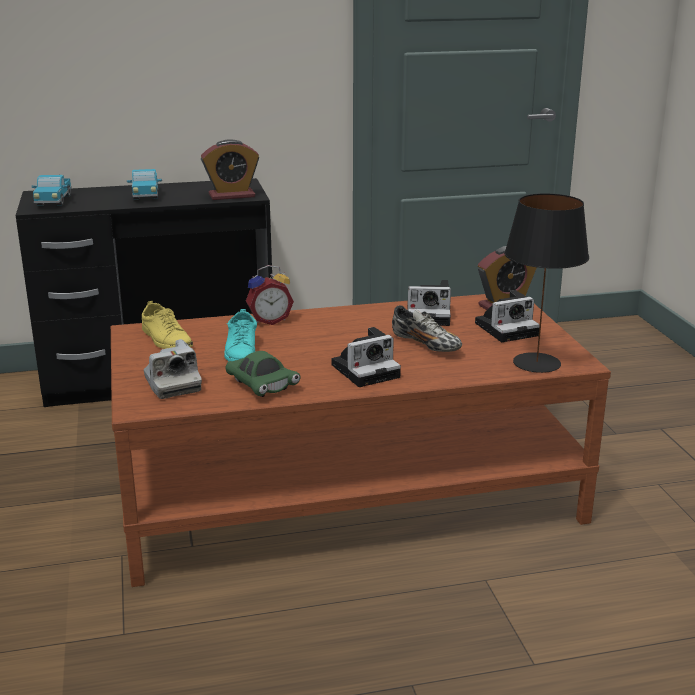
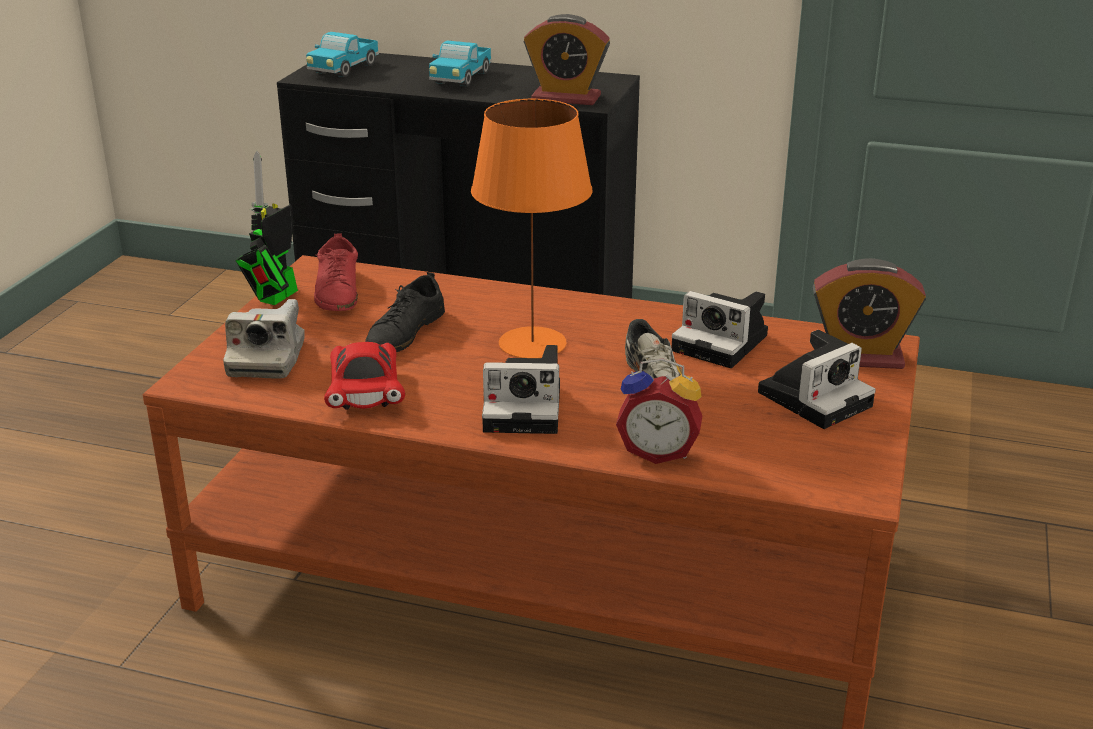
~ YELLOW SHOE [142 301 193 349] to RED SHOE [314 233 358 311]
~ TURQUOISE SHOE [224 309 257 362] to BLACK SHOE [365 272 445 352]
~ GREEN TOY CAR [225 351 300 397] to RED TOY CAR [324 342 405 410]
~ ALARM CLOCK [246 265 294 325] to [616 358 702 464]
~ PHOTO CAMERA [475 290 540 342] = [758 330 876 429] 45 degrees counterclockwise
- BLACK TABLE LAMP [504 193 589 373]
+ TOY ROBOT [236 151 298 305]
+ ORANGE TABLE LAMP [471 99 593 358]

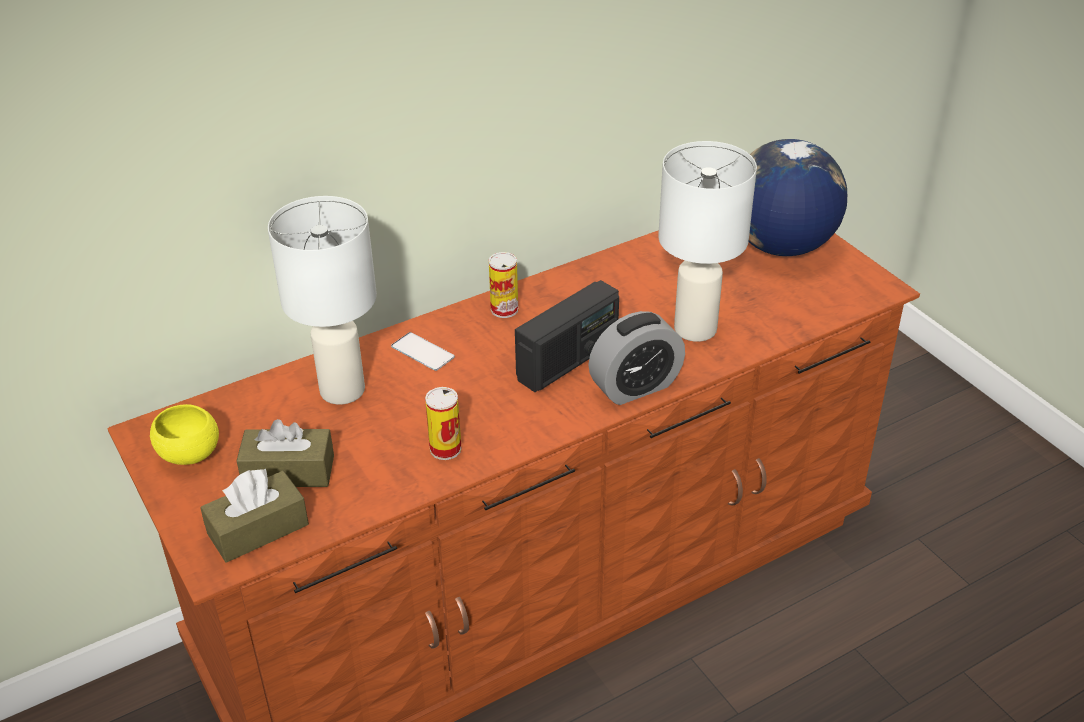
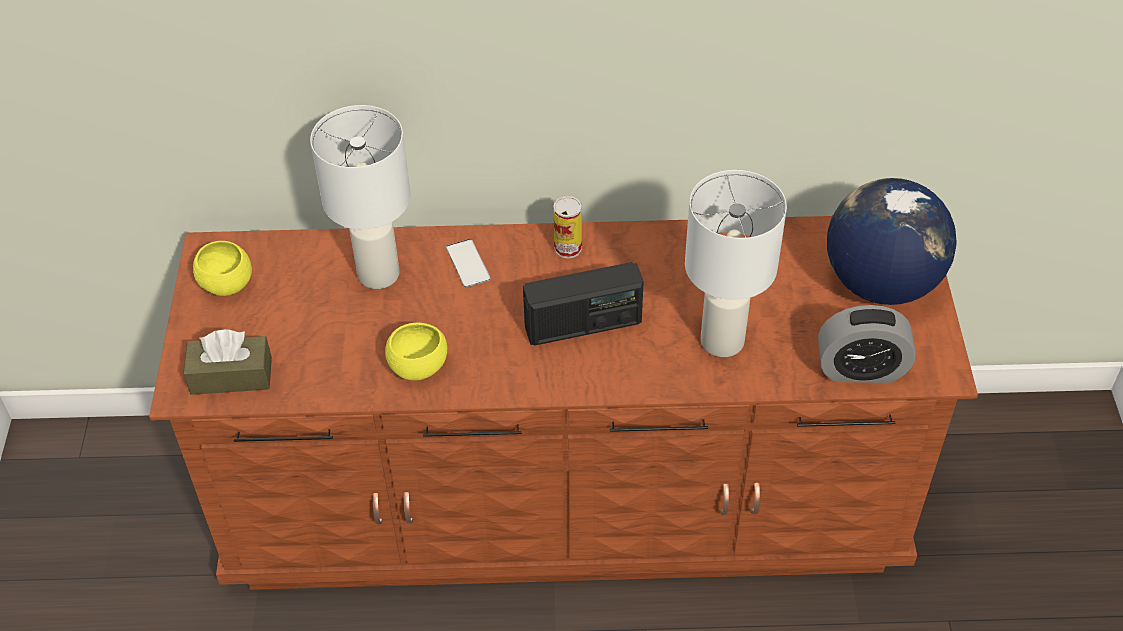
- BROWN TISSUE BOX [236 419 334 487]
~ CAN [425 387 462 460] to YELLOW BOWL [385 323 447 381]
~ ALARM CLOCK [588 311 685 405] to [818 305 916 383]

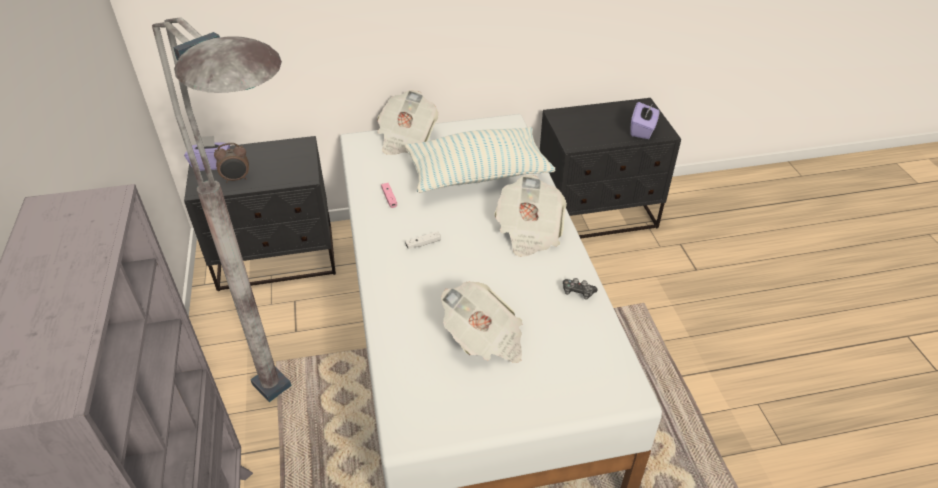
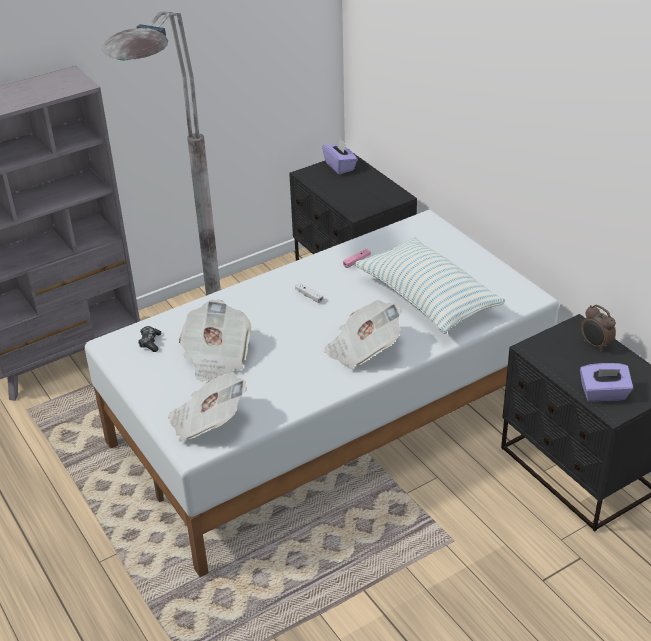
~ ALARM CLOCK [214 143 249 183] to [581 305 616 352]
~ NEWSPAPER [377 90 438 155] to [168 372 247 442]
~ GAME CONTROLLER [563 278 598 300] to [138 326 161 352]

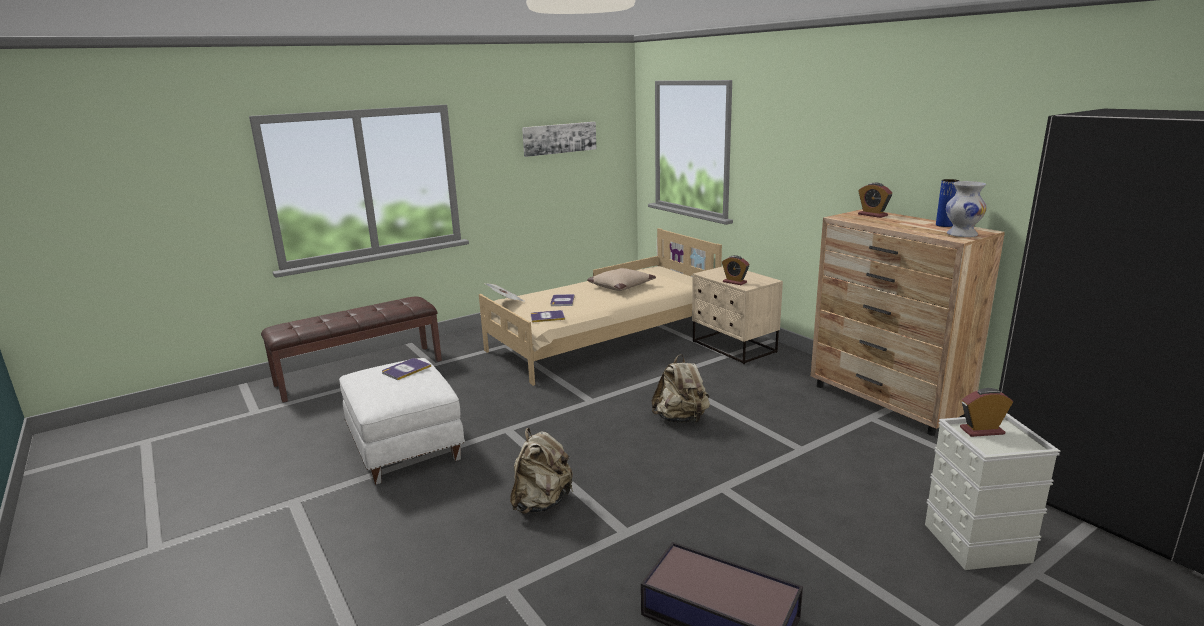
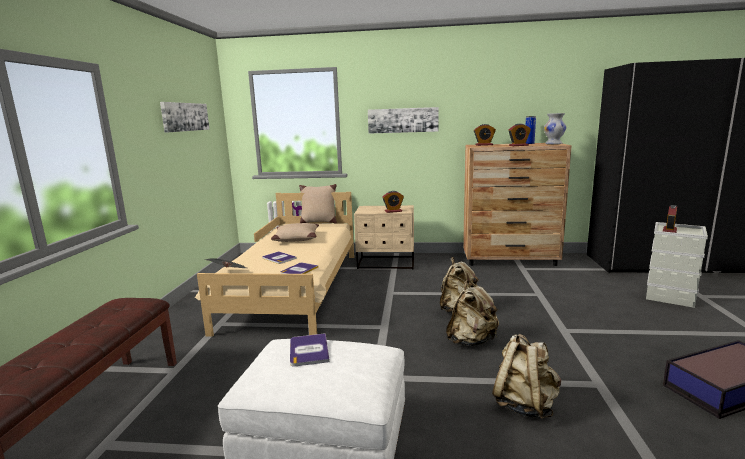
+ BEIGE PILLOW [299 184 337 224]
+ PICTURE [368 107 439 134]
+ BEIGE BACKPACK [446 280 499 346]
+ ALARM CLOCK [509 124 531 146]

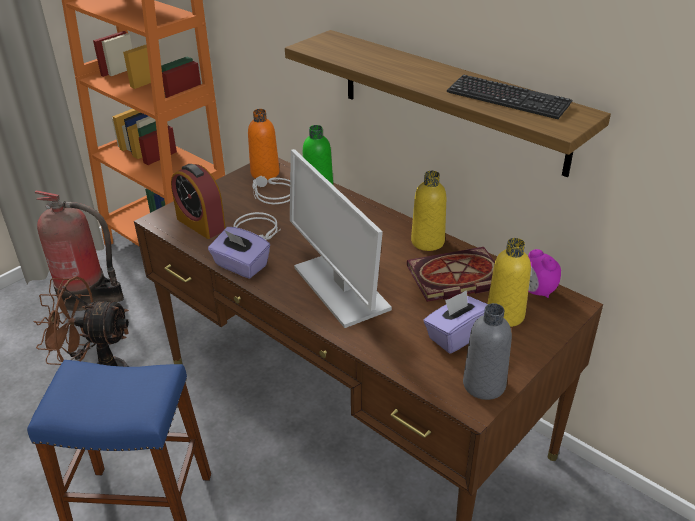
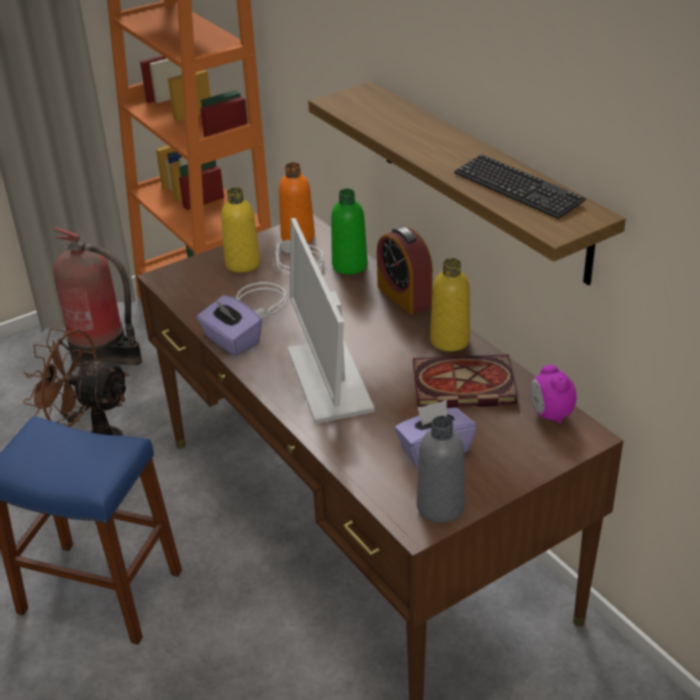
~ ALARM CLOCK [171 164 226 239] to [377 226 433 315]
~ YELLOW BOTTLE [487 238 531 327] to [221 187 260 272]

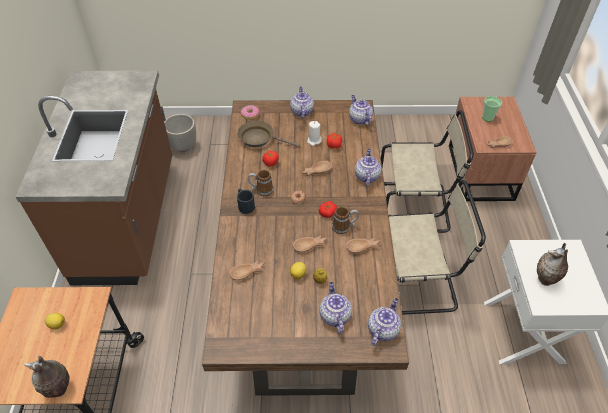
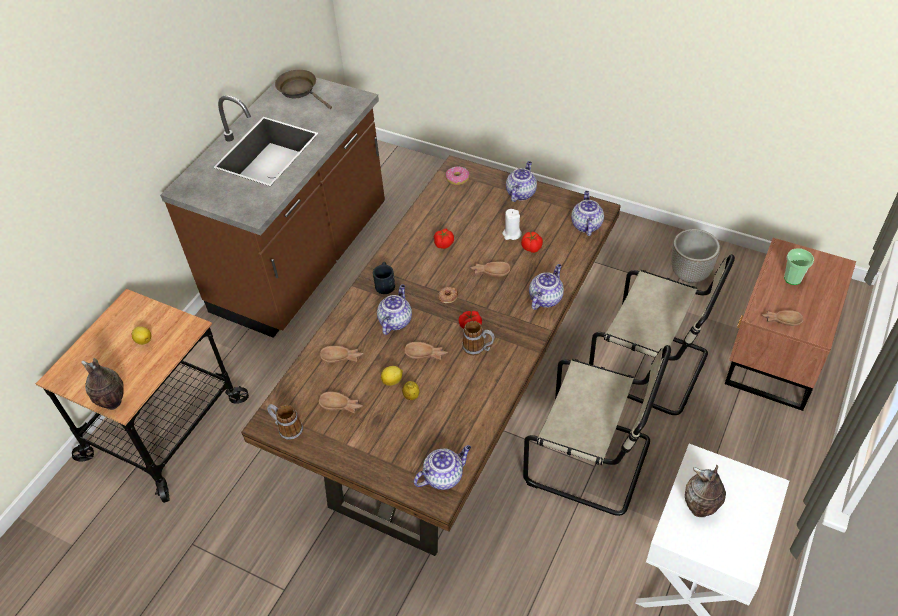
~ PLANTER [164 114 196 152] to [671 229 720 283]
~ BROWN FRYING PAN [237 121 300 147] to [275 70 332 109]
~ MUG [248 170 273 196] to [267 404 303 441]
~ TEAPOT [319 282 352 334] to [377 284 412 335]
~ BROWN BOWL [346 238 380 253] to [319 392 363 413]

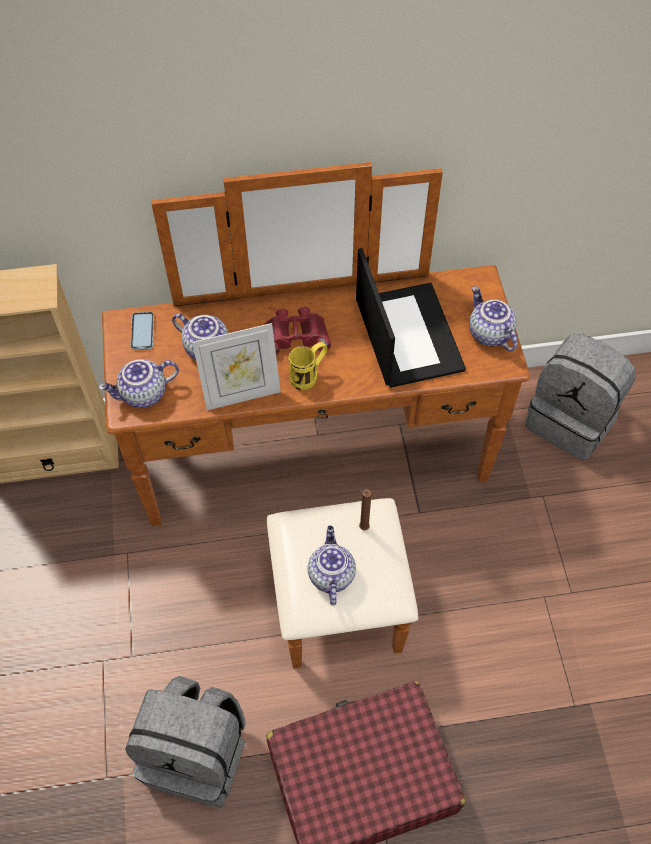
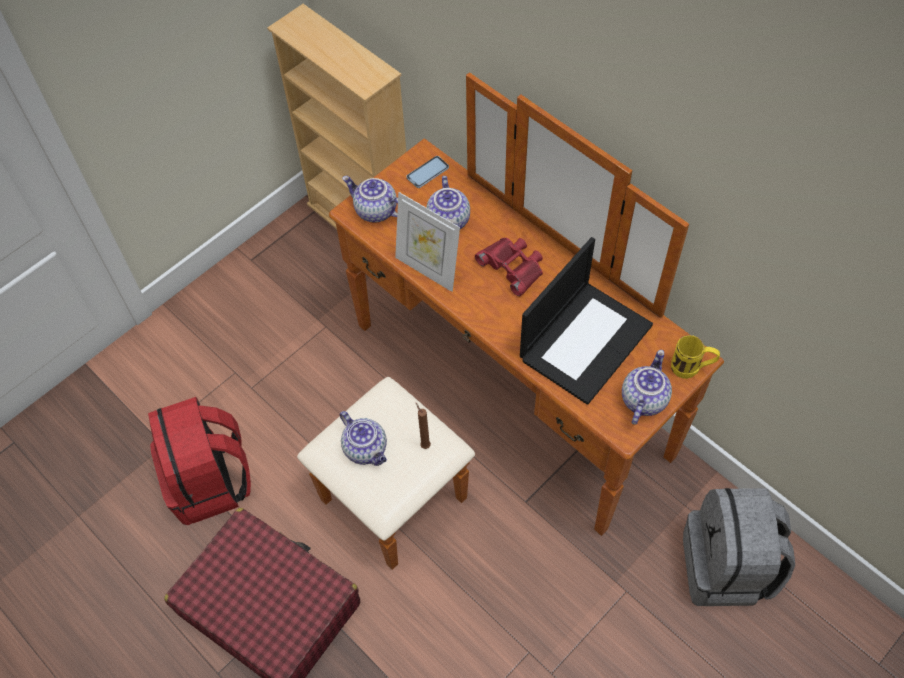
~ GREY BACKPACK [125 676 246 807] to RED BACKPACK [148 397 251 525]
~ YELLOW MUG [288 342 327 390] to [671 335 720 379]
~ TEAPOT [307 525 356 606] = [339 411 387 466] 90 degrees clockwise

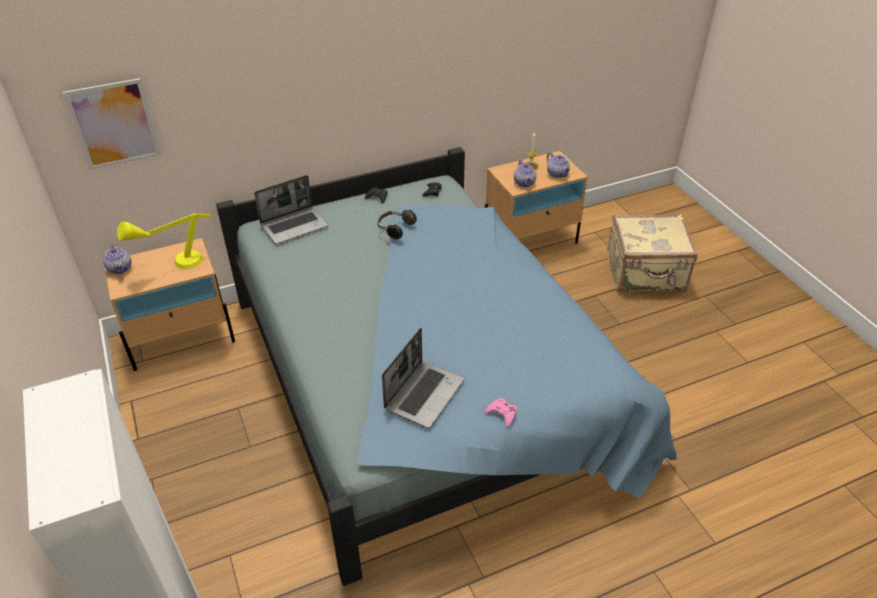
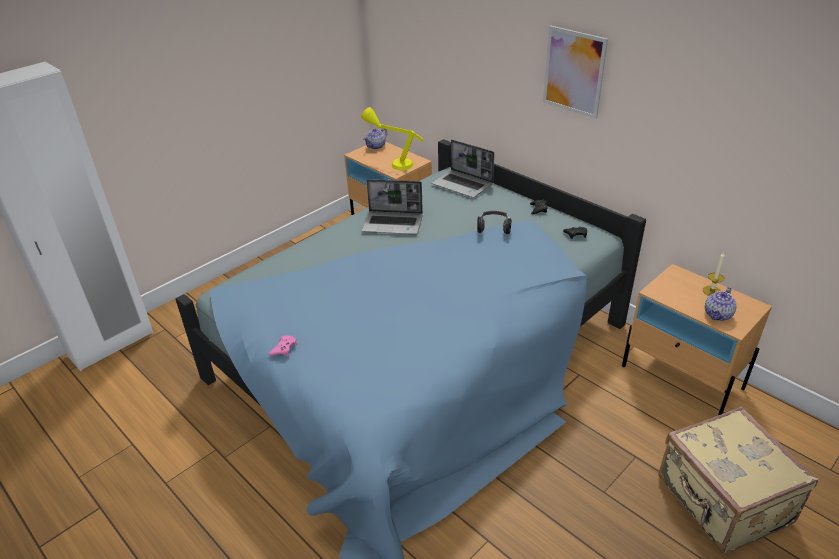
~ PICTURE [63 78 161 170] to [543 25 608 119]
~ LAPTOP [382 328 464 428] to [362 179 423 235]
- TEAPOT [514 160 536 187]

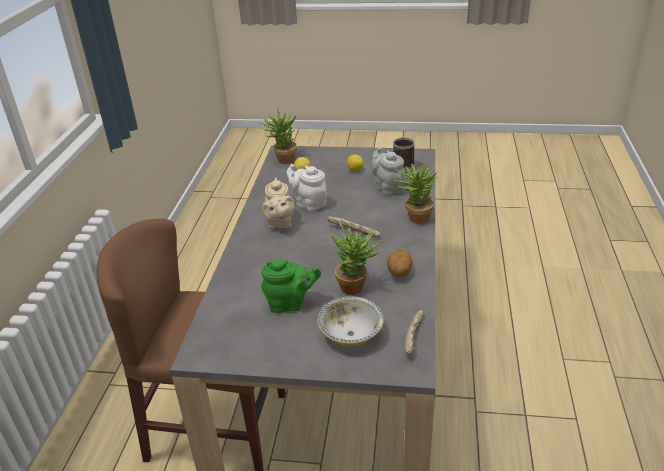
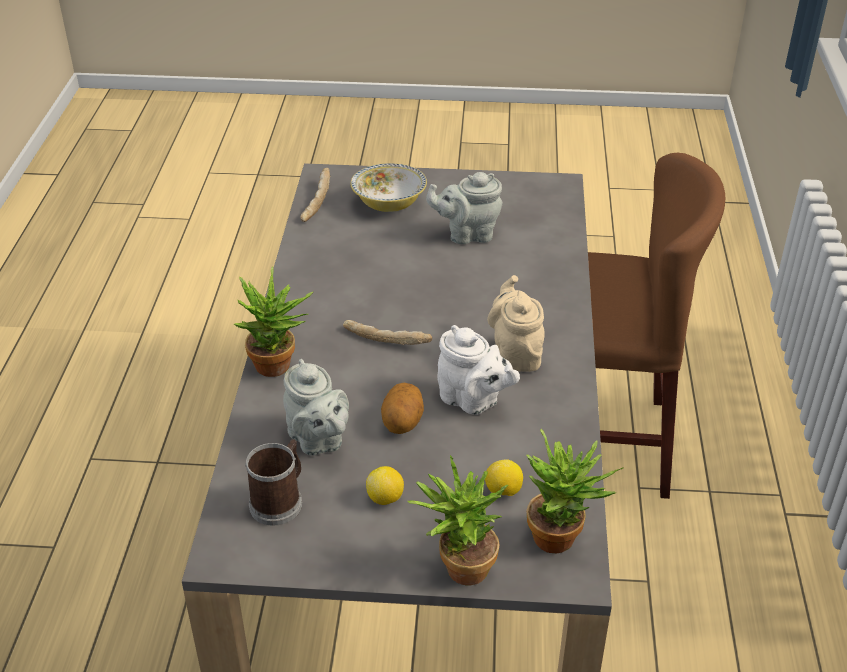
~ GREEN TEAPOT [261 259 321 313] to GREY TEAPOT [426 172 503 245]
~ POTTED PLANT [330 223 385 295] to [407 455 508 585]
~ POTATO [387 249 413 277] to [381 383 424 434]

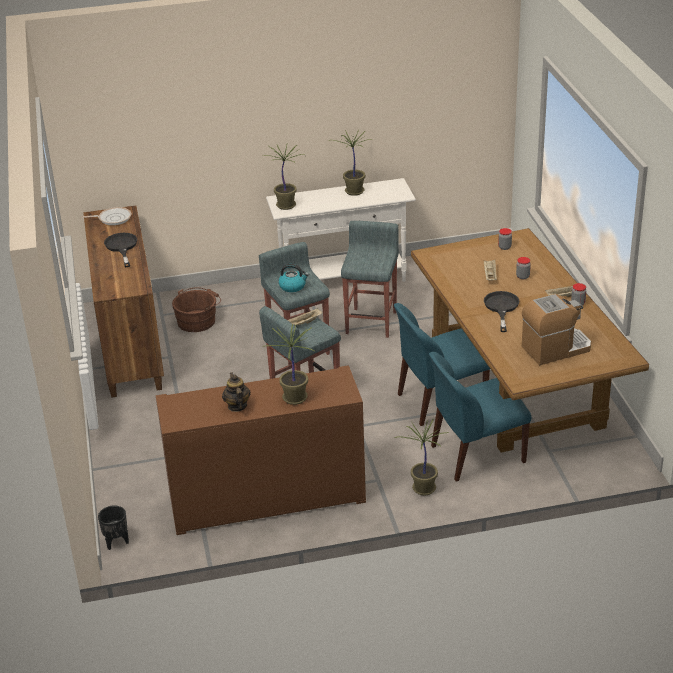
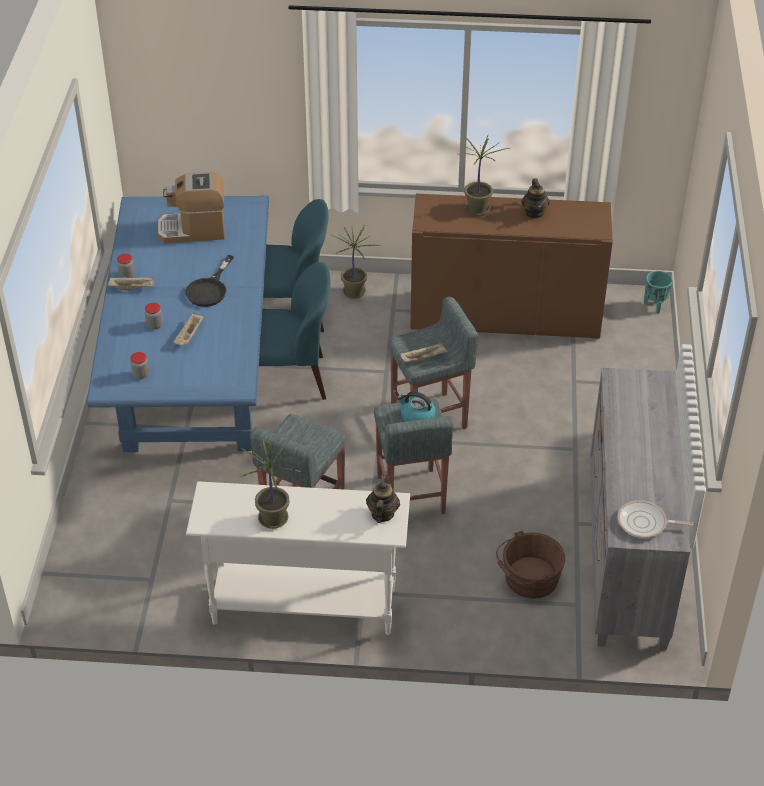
~ BROWN DRESSER [83 206 164 398] to GREY DRESSER [590 368 690 650]
~ BLACK PLANTER [98 505 129 550] to TURQUOISE PLANTER [644 271 673 314]
- BLACK FRYING PAN [104 233 137 267]
~ POTTED PLANT [263 145 304 210] to TEAPOT [366 475 400 523]
~ BROWN DINING TABLE [411 228 649 453] to BLUE DINING TABLE [87 196 269 452]

